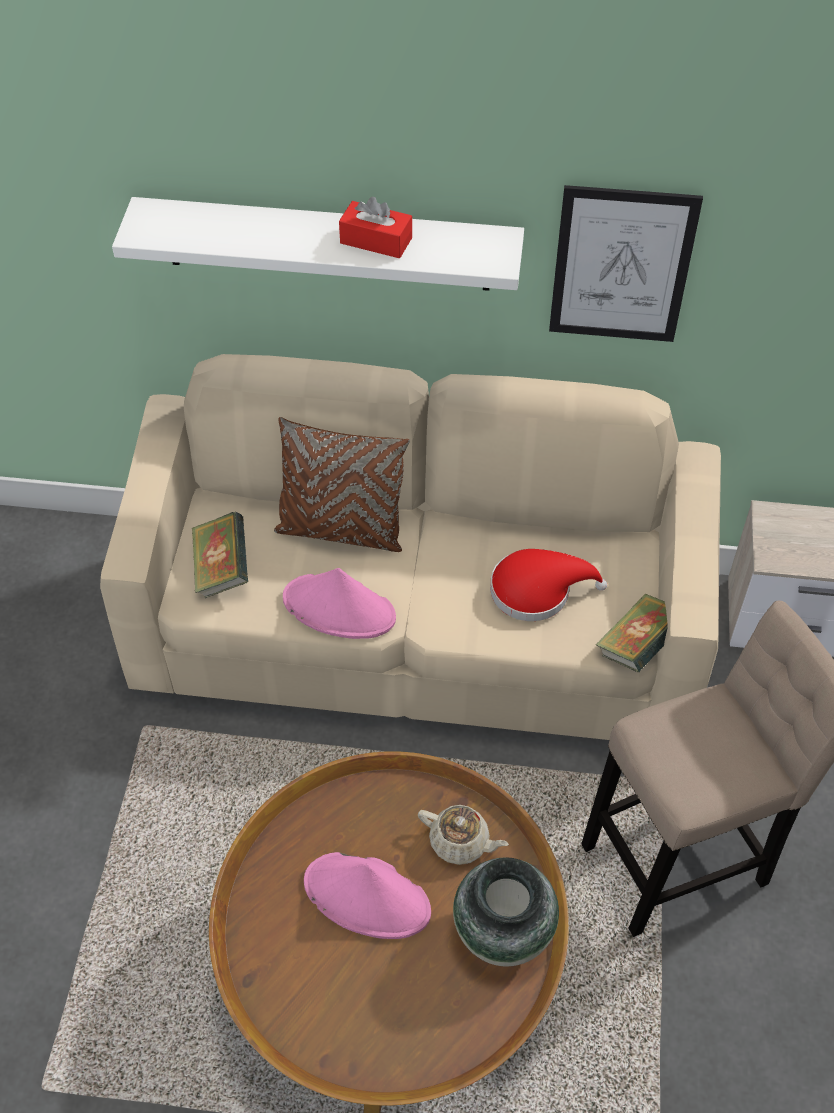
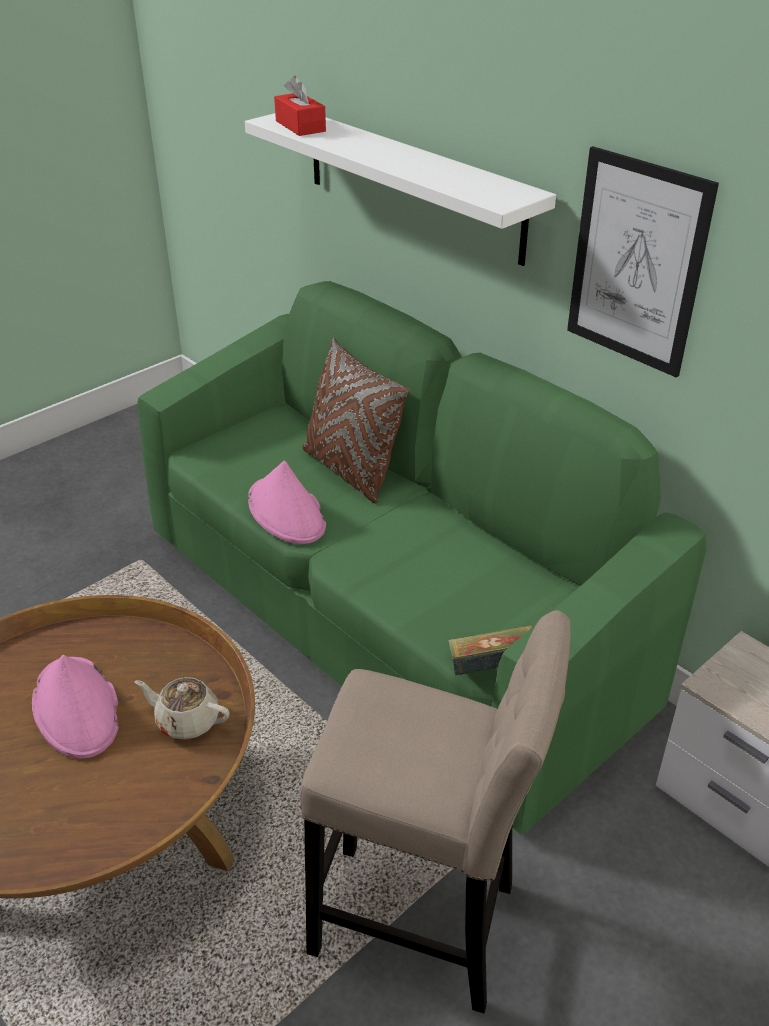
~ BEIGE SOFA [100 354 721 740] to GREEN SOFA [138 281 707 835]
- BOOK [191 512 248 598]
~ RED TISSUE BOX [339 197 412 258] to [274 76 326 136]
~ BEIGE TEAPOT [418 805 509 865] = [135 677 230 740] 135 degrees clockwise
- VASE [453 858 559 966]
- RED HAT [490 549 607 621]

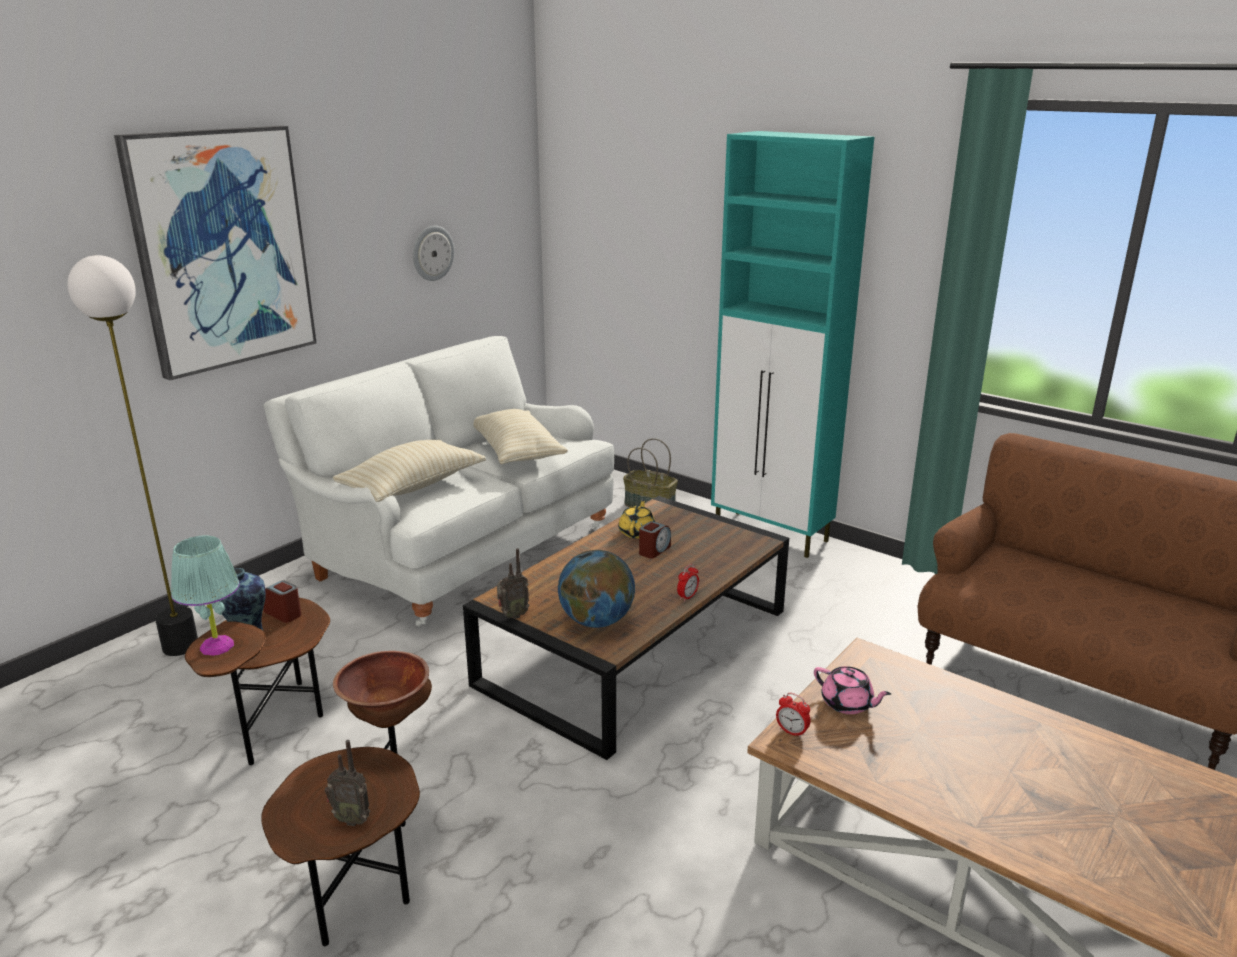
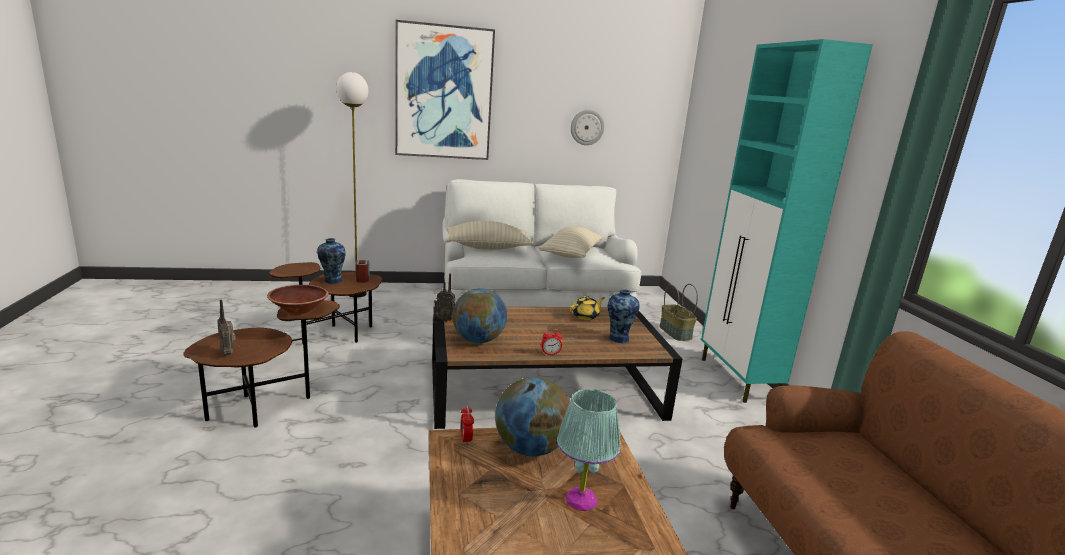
~ TURQUOISE TABLE LAMP [171 535 240 656] to [557 389 621 511]
- ALARM CLOCK [639 521 671 559]
~ PINK TEAPOT [814 666 891 714] to GLOBE [495 377 570 456]
+ VASE [608 289 639 344]

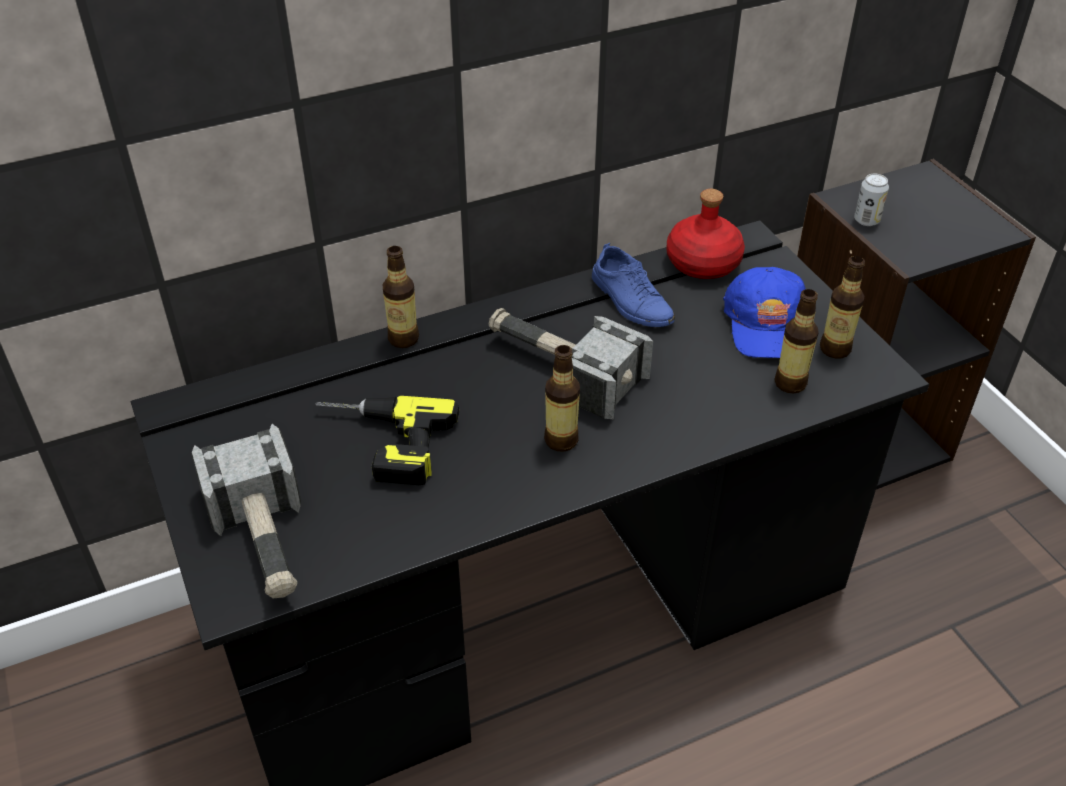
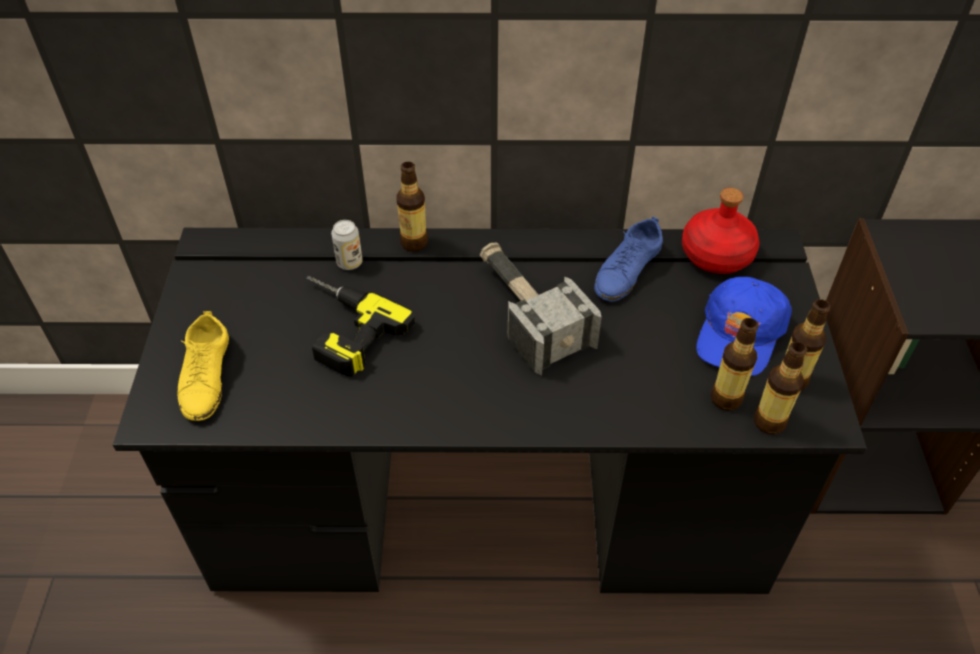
~ HAMMER [191 424 301 598] to YELLOW SHOE [177 311 229 421]
~ BOTTLE [544 345 580 452] to [754 342 807 435]
~ BLUE SHOE [592 243 675 327] = [594 216 663 302] 45 degrees clockwise
~ CAN [854 174 889 226] to [331 220 363 270]

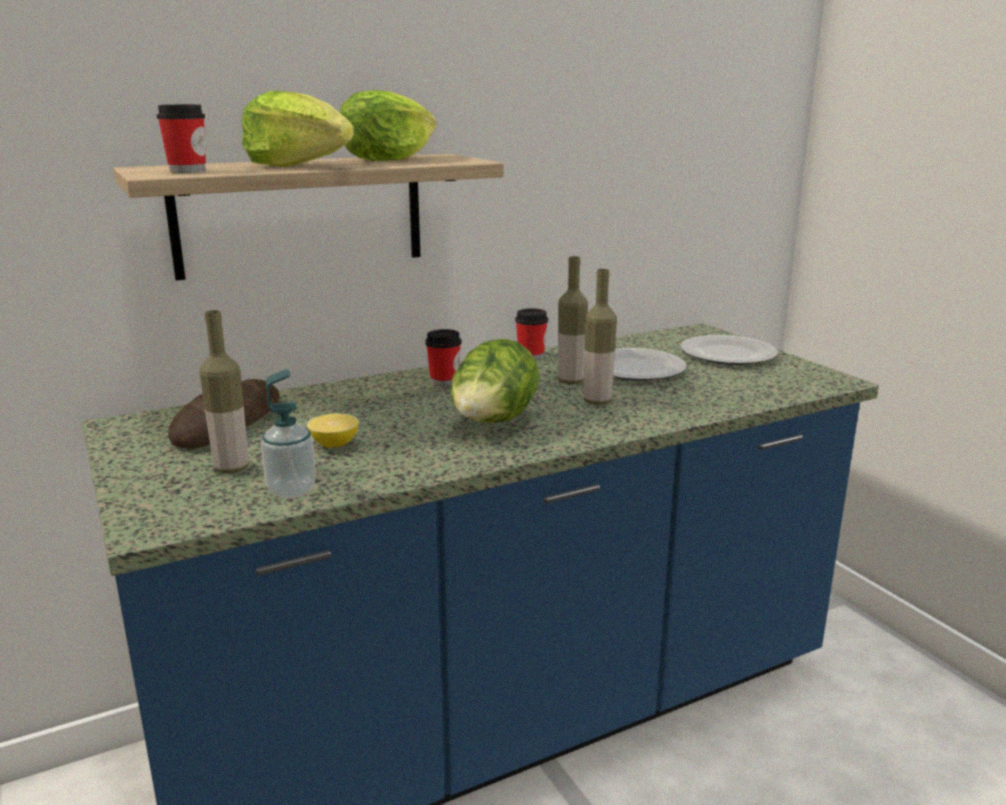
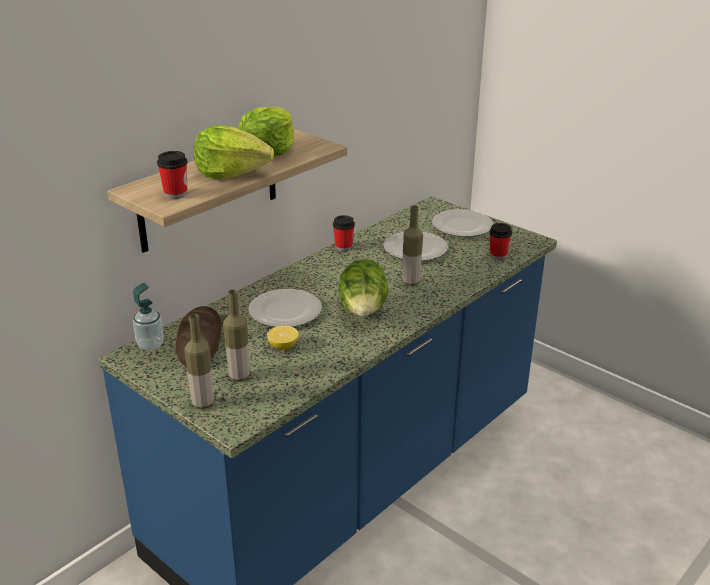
~ SOAP DISPENSER [261 369 316 499] to [133 283 164 351]
~ CUP [425 329 462 386] to [489 223 512 260]
~ BOTTLE [558 256 588 384] to [184 314 214 409]
+ PLATE [248 289 322 327]

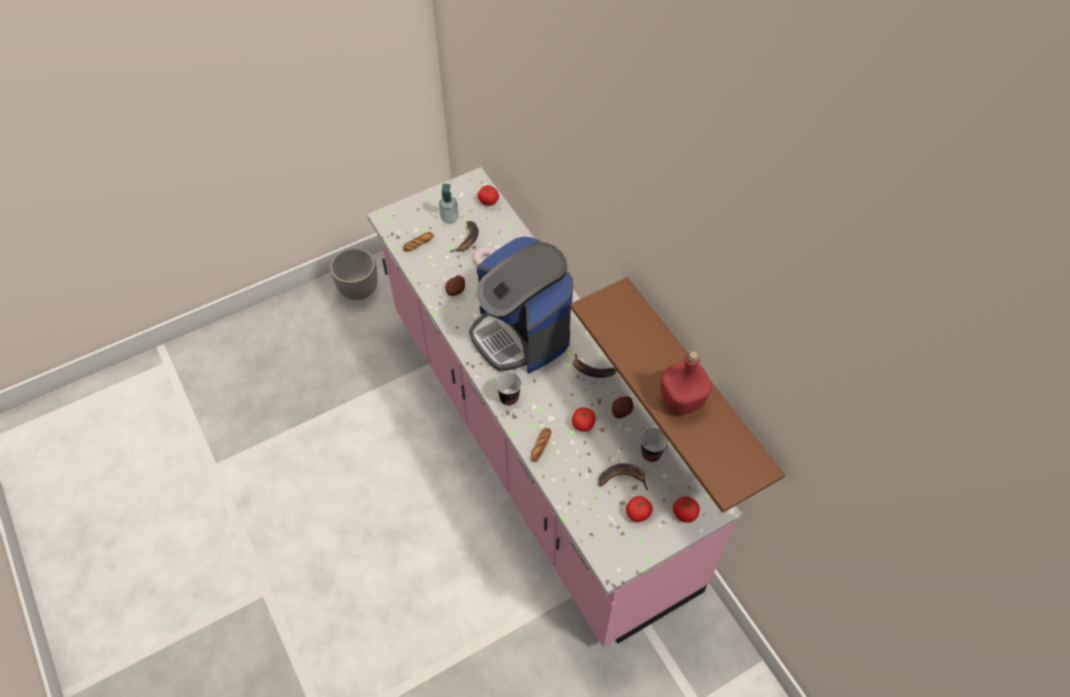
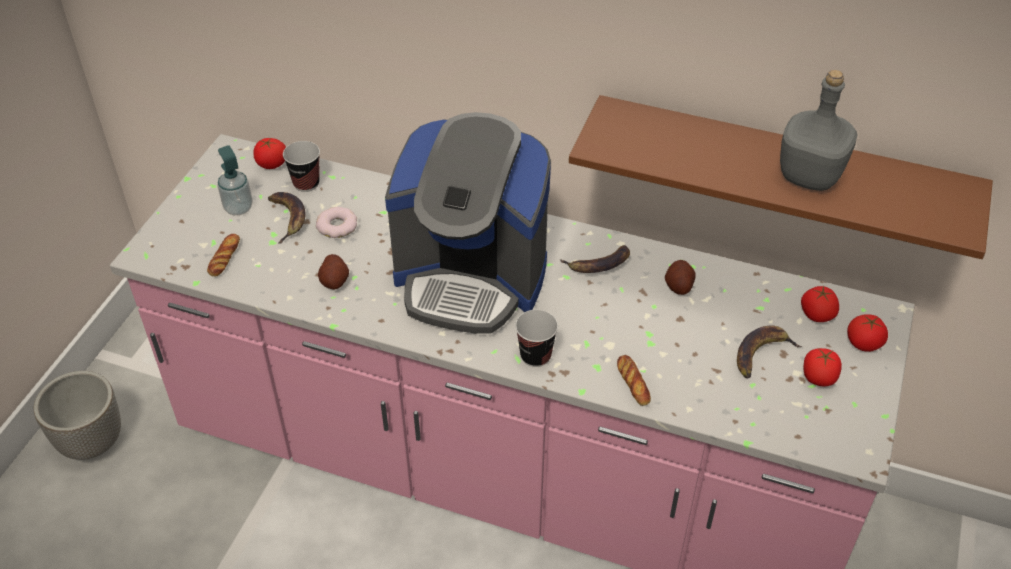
~ TOMATO [572 408 596 432] to [801 286 839 322]
~ CUP [641 428 668 462] to [283 141 320 192]
~ RED BOTTLE [661 351 712 415] to GREY BOTTLE [780 70 858 191]

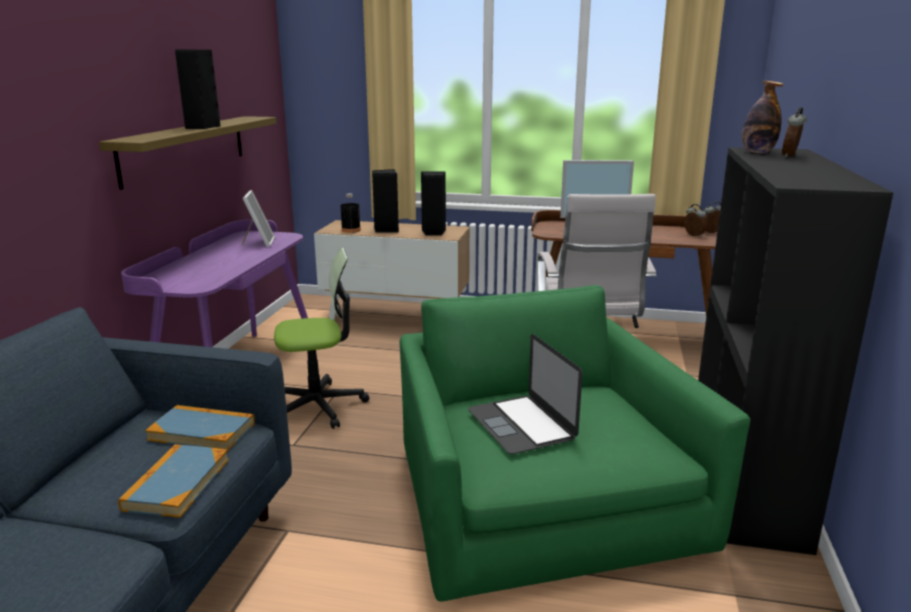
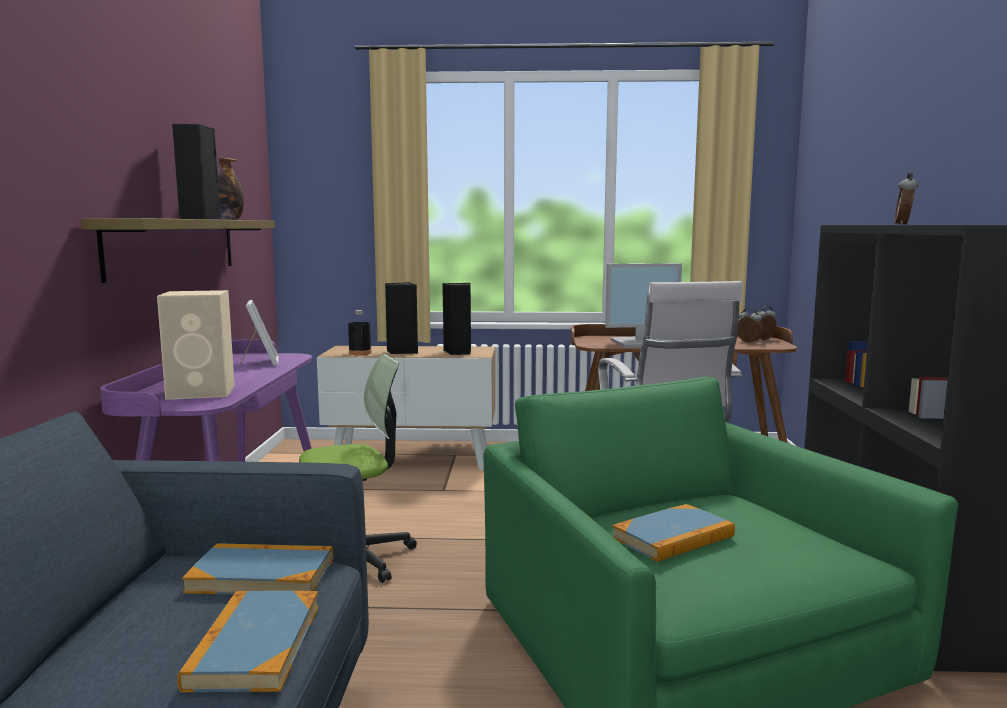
~ LAPTOP [468 334 583 454] to BOOK [612 504 735 562]
~ BOTTLE [742 81 783 153] to [218 157 244 220]
+ BEIGE SPEAKER [157 290 235 400]

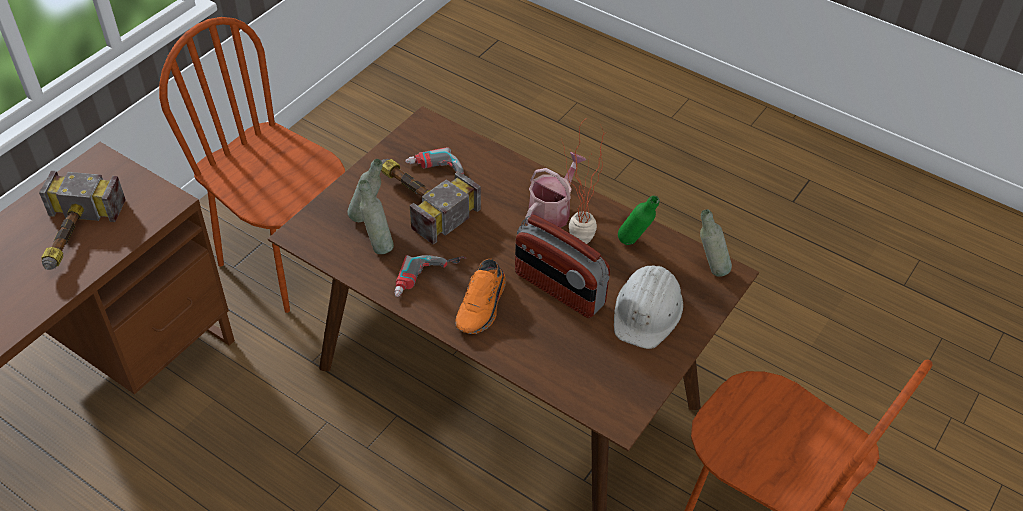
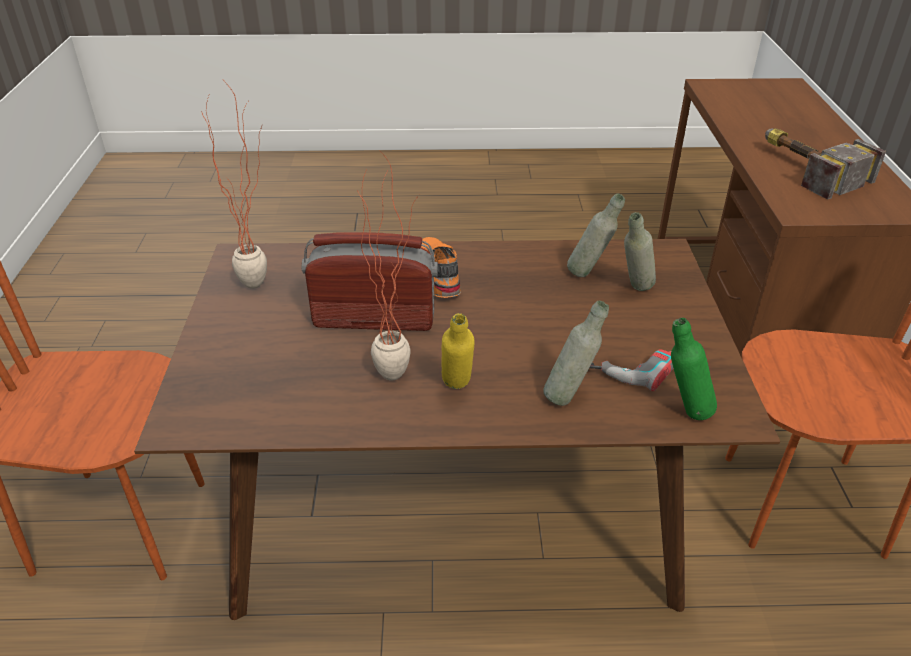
- HAMMER [381 159 481 245]
- POWER DRILL [394 255 466 297]
~ WATERING CAN [525 152 586 228] to YELLOW BOTTLE [442 313 474 389]
- WHITE HARD HAT [614 265 683 349]
~ GREEN BOTTLE [618 196 659 245] to [671 318 717 420]
~ GREY BOTTLE [700 209 732 277] to [543 301 609 406]
+ POTTED PLANT [201 81 267 289]

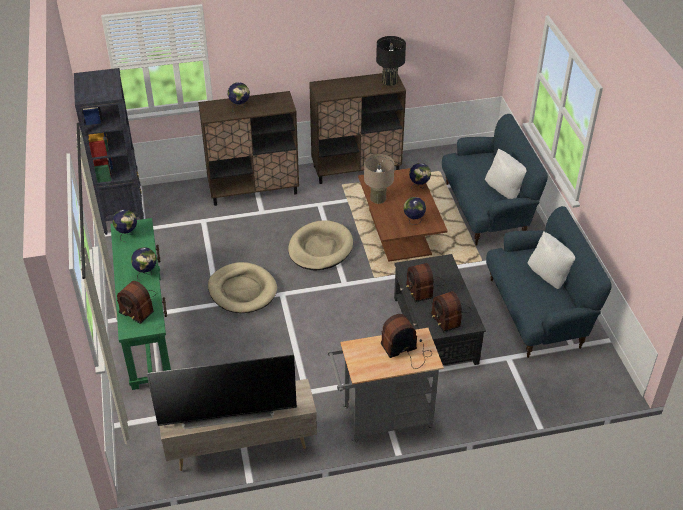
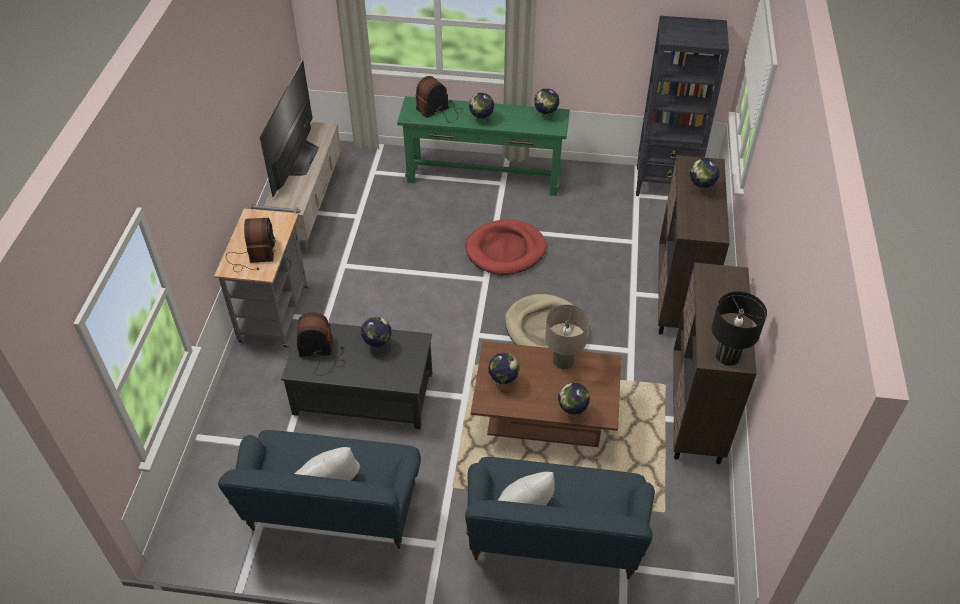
~ BEIGE DOG BED [208 262 277 313] to RED DOG BED [465 219 546 275]
~ RADIO [406 263 446 302] to GLOBE [361 316 391 353]

